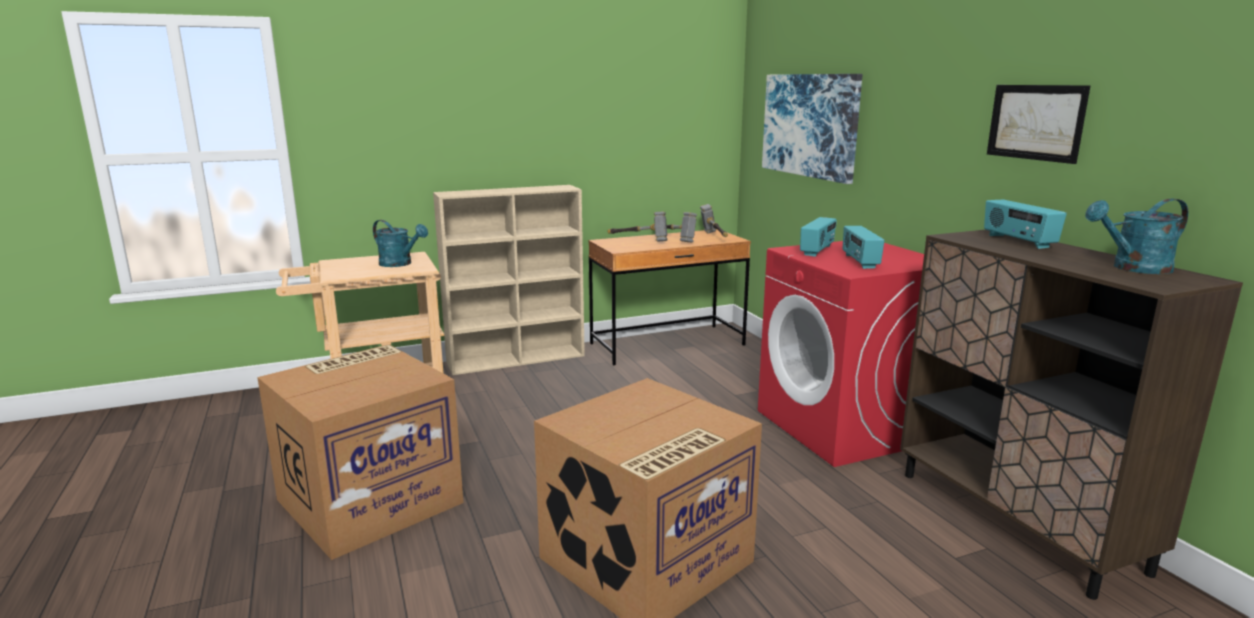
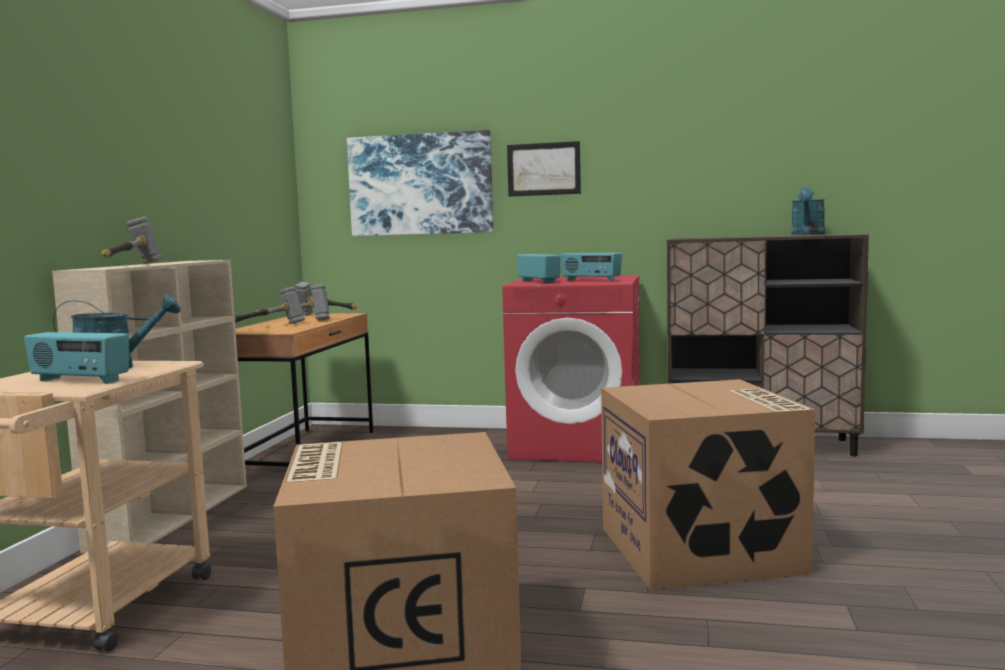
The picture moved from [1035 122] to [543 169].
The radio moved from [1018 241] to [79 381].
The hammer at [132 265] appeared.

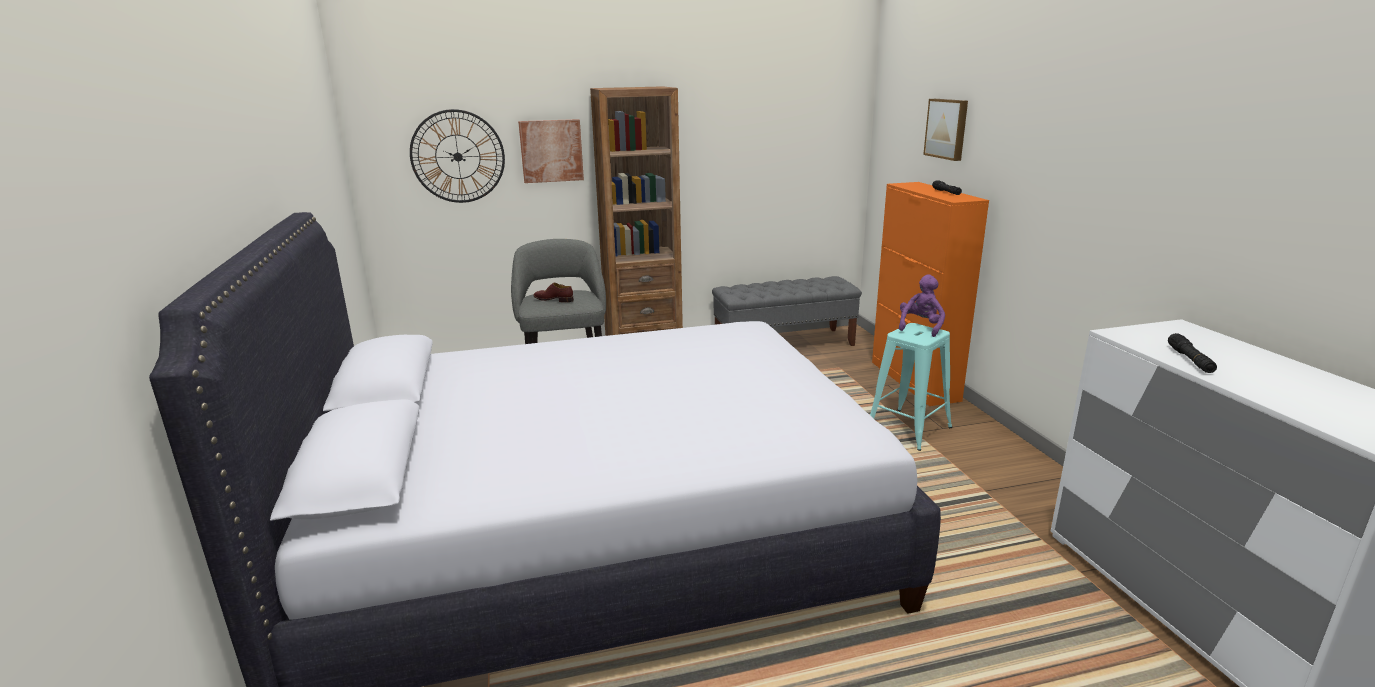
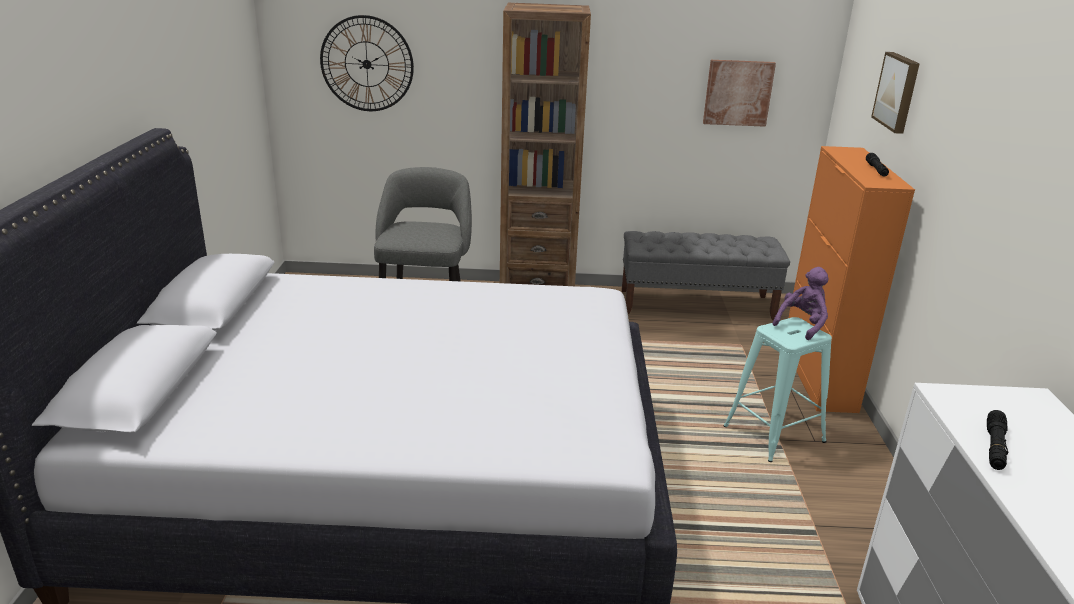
The picture moved from [551 151] to [738 93].
The brown shoe at [553 299] disappeared.

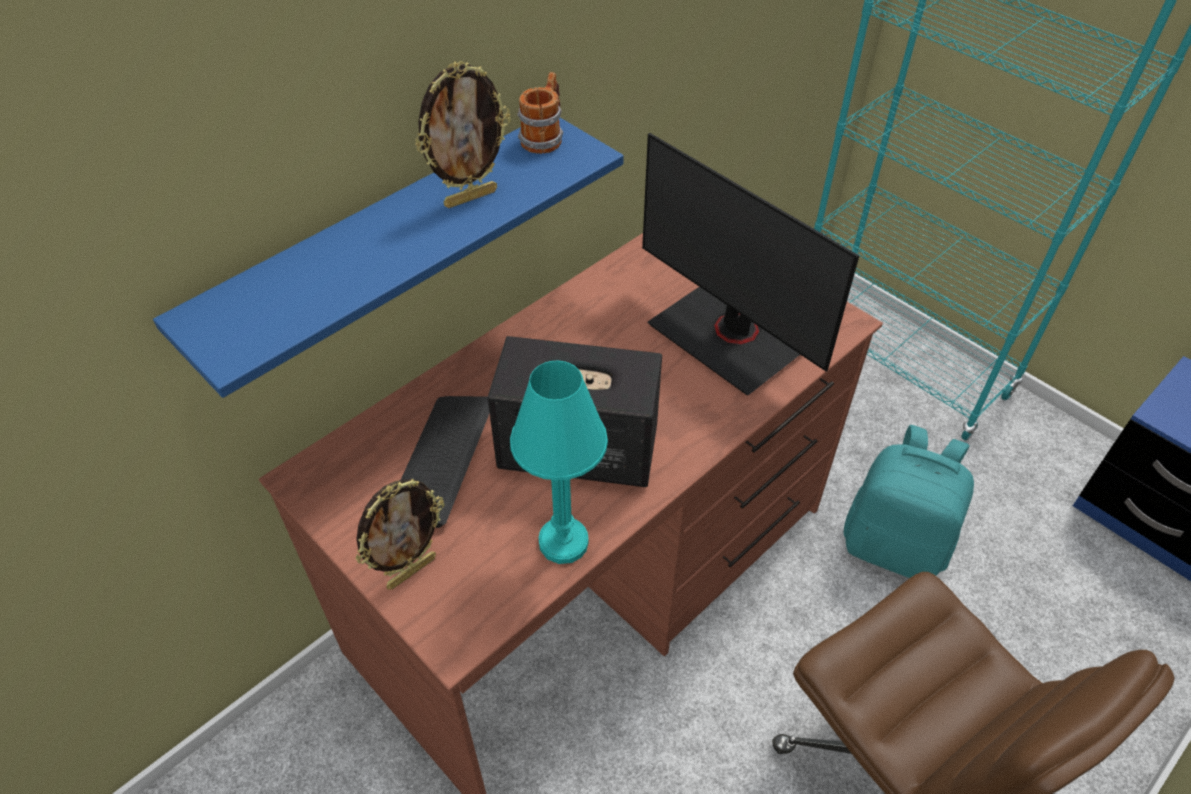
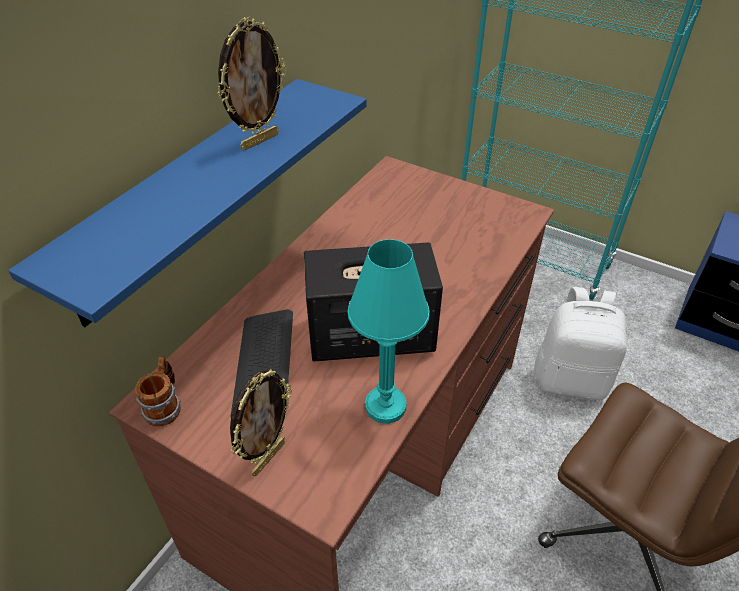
The mug moved from [545 137] to [165 405].
The monitor at [728 337] disappeared.
The turquoise backpack at [894 545] became the white backpack at [571 379].

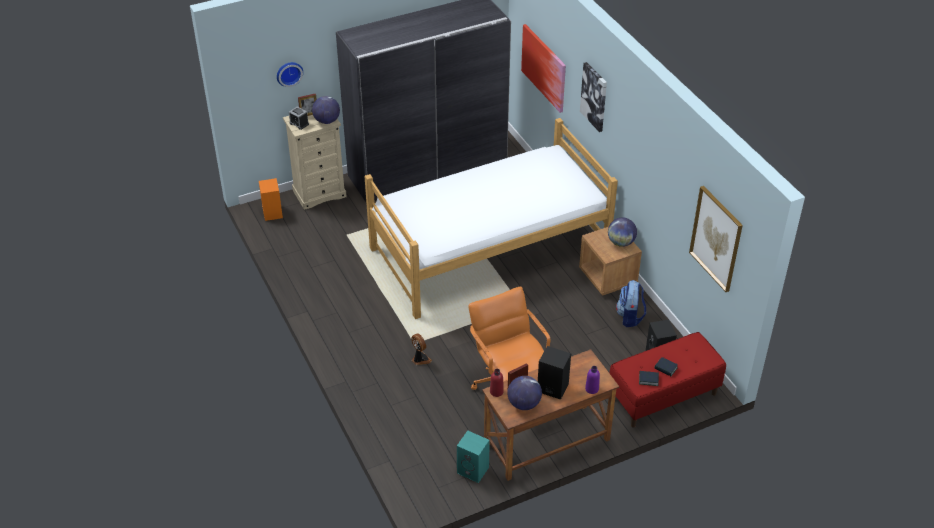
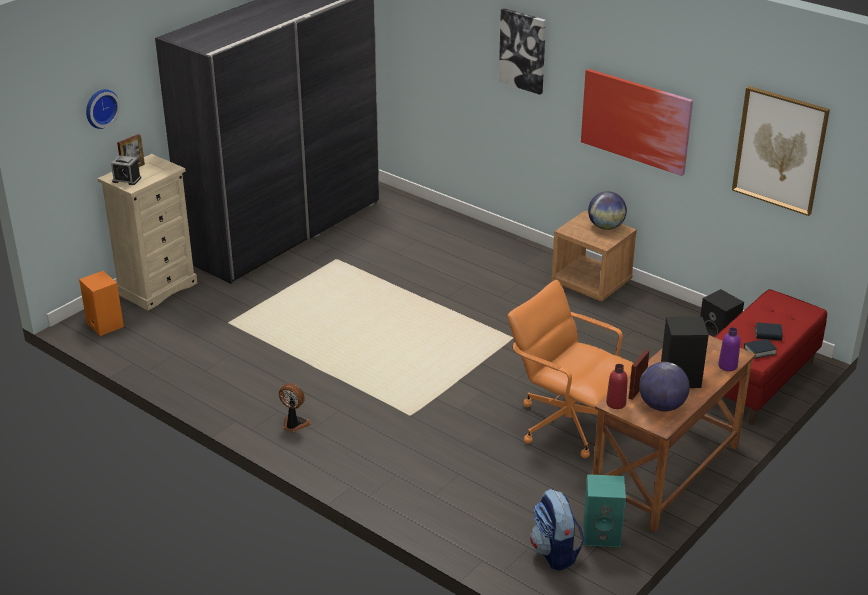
The picture moved from [544 67] to [636 120].
The globe at [327 121] disappeared.
The bed at [490 251] disappeared.
The backpack moved from [630 317] to [555 553].
The fan moved from [420 359] to [294 424].

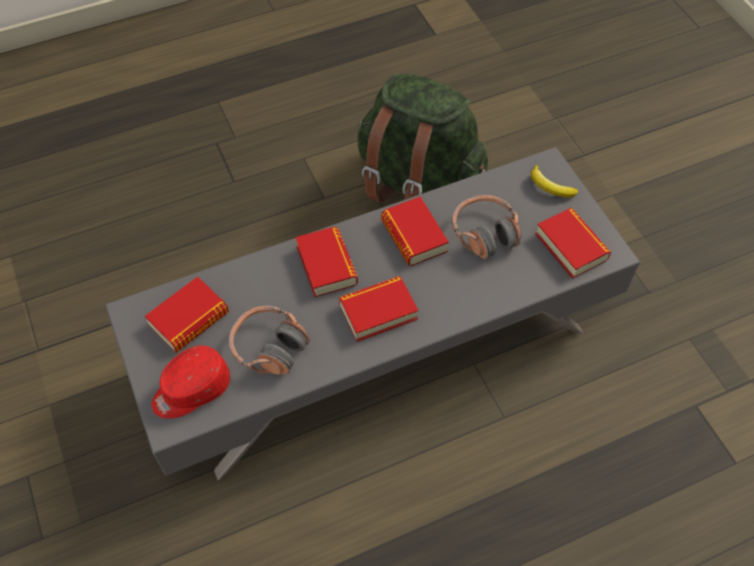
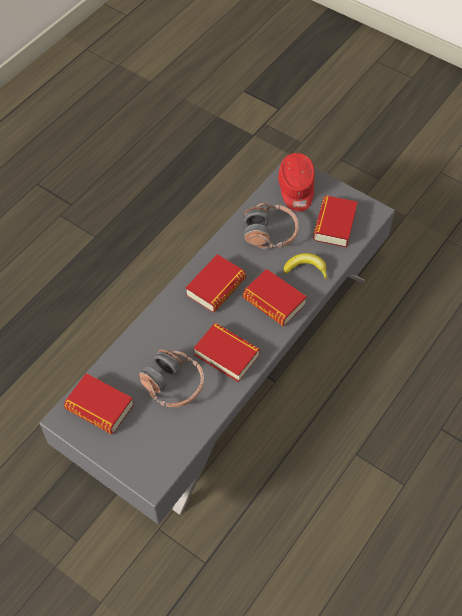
The green backpack at [417 181] disappeared.
The banana moved from [550 187] to [306 269].
The red cap at [191 390] turned 150 degrees clockwise.

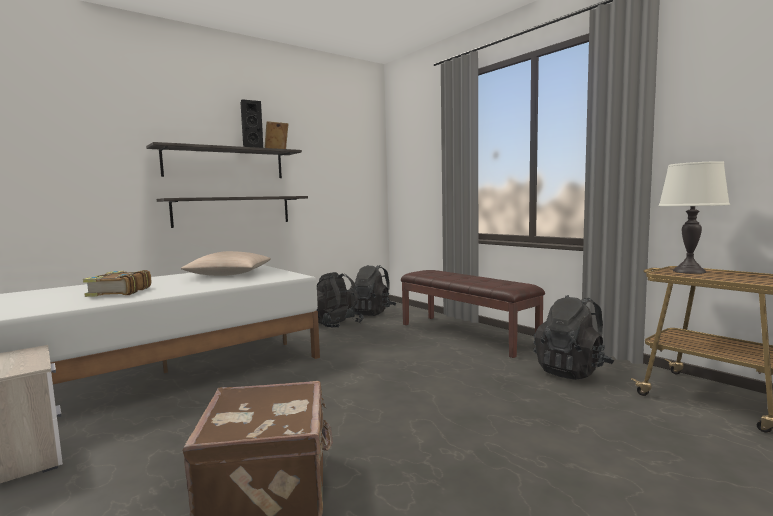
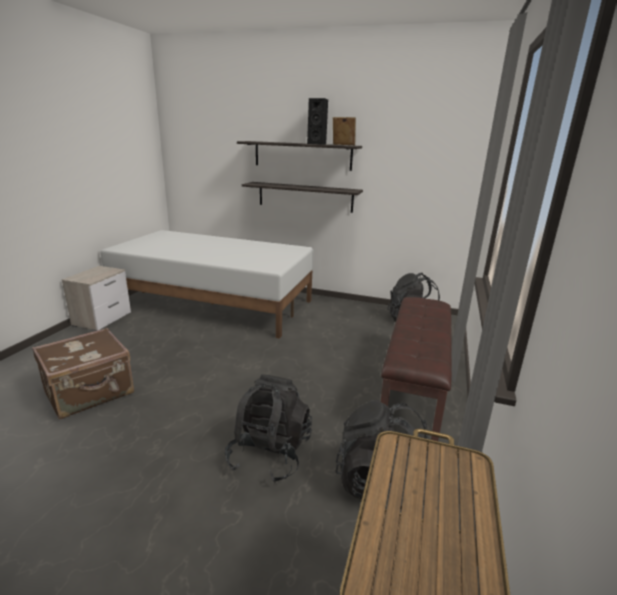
The white table lamp at [688 271] disappeared.
The beige pillow at [229 274] disappeared.
The book at [118 292] disappeared.
The black backpack moved from [336 325] to [269 454].

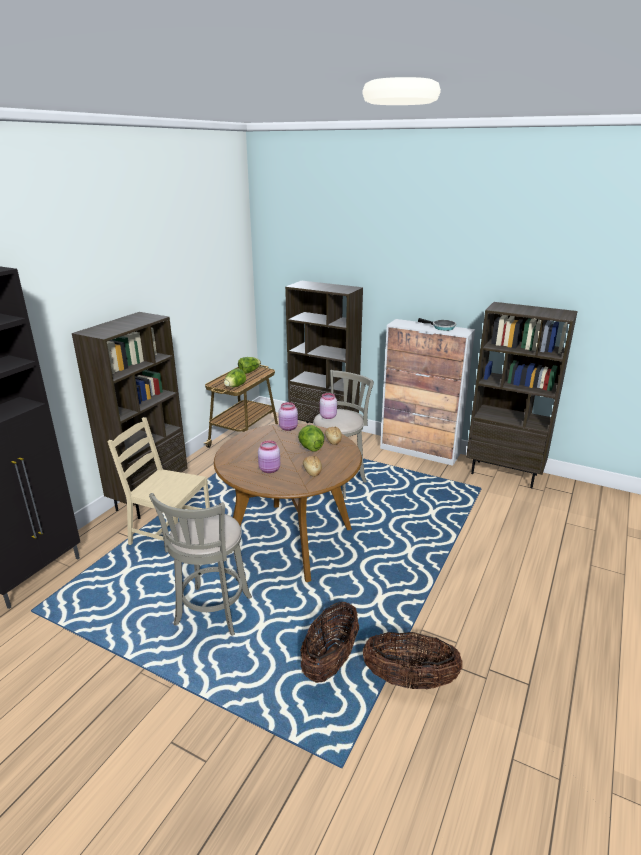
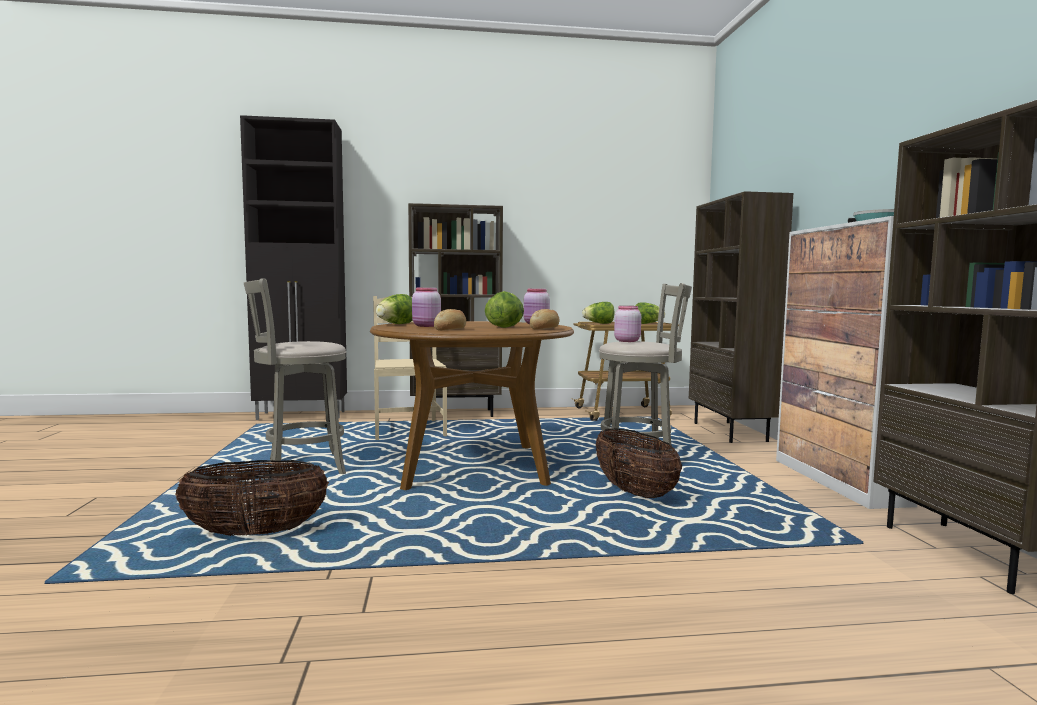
The basket moved from [409 680] to [634 492].
The lettuce at [396 324] appeared.

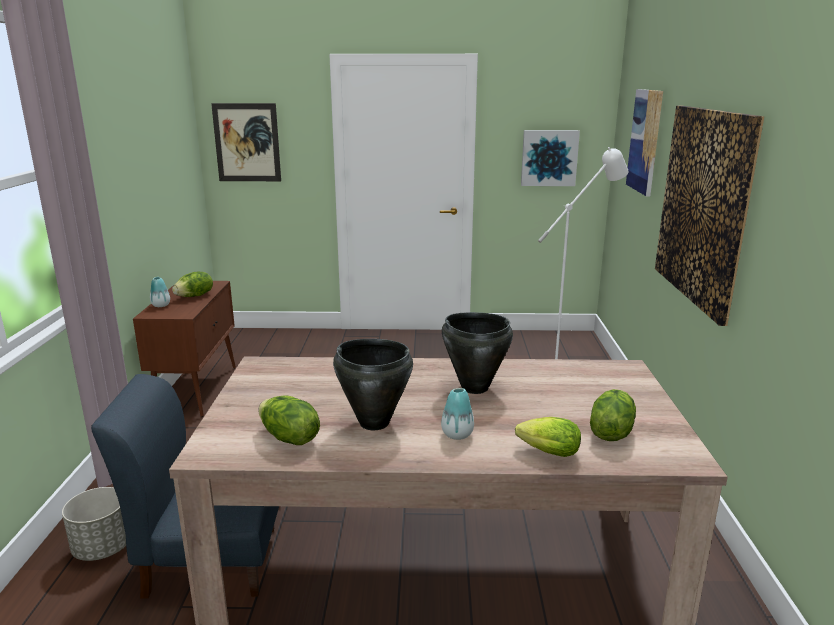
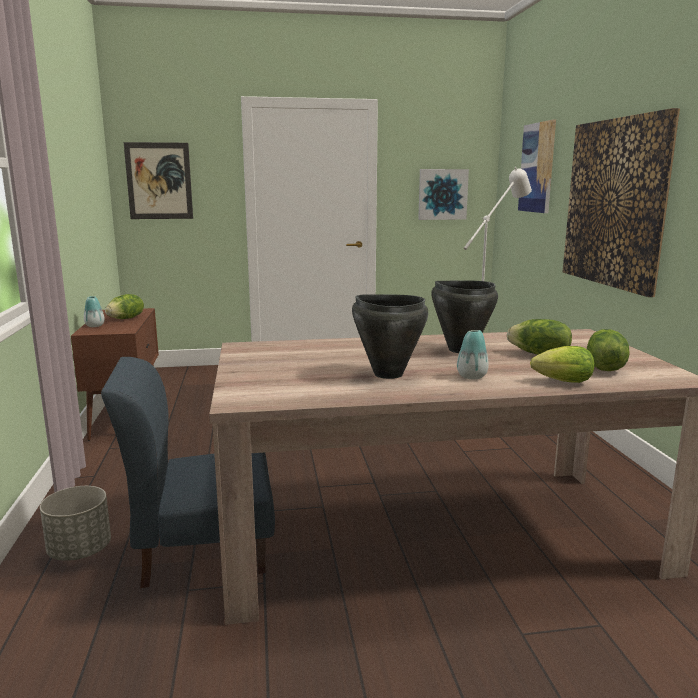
The lettuce moved from [289 438] to [539 355].

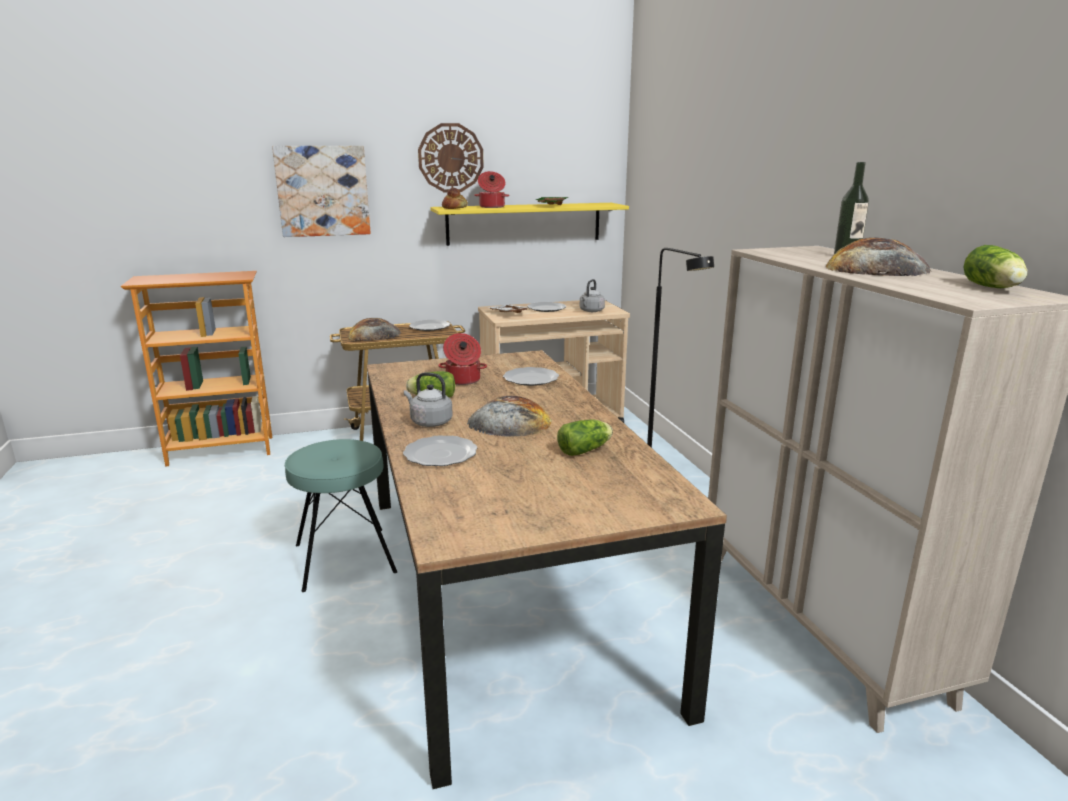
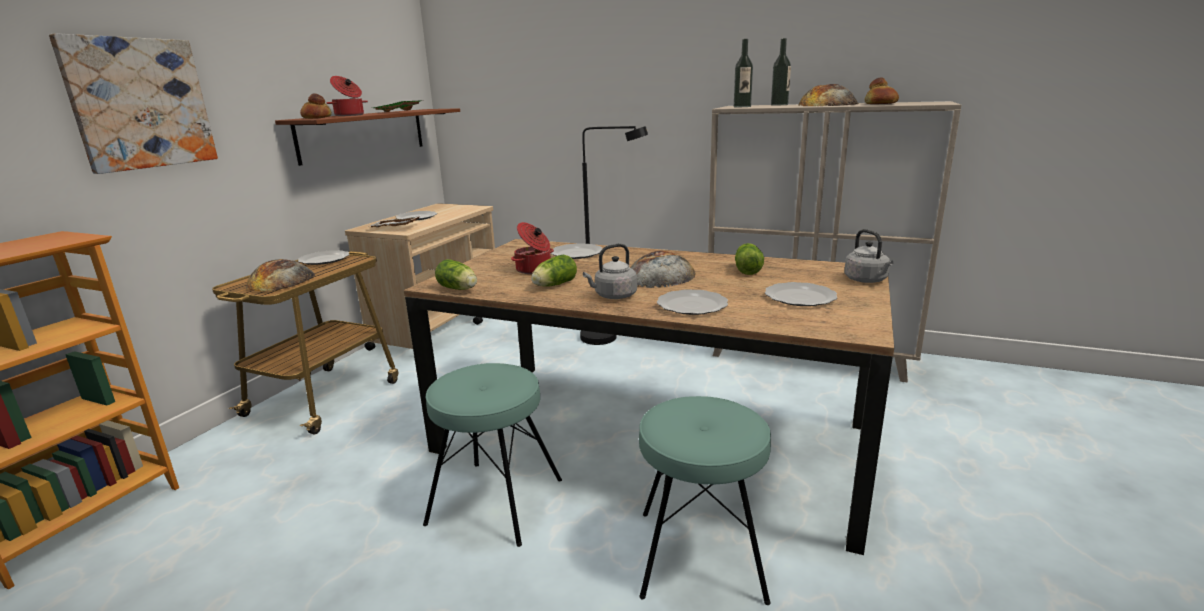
The wall clock at [450 158] disappeared.
The yellow shelf at [524 223] became the brown shelf at [364 134].
The lettuce moved from [993 288] to [459 289].
The grey kettle moved from [591 311] to [867 280].
The bottle at [742 107] appeared.
The bread at [880 104] appeared.
The plate at [800 297] appeared.
The turquoise stool at [700 554] appeared.

